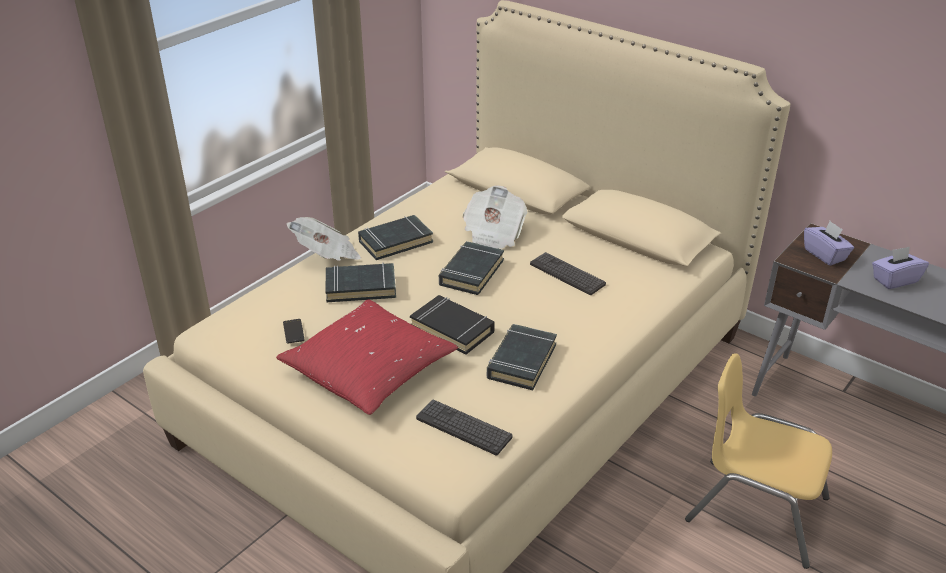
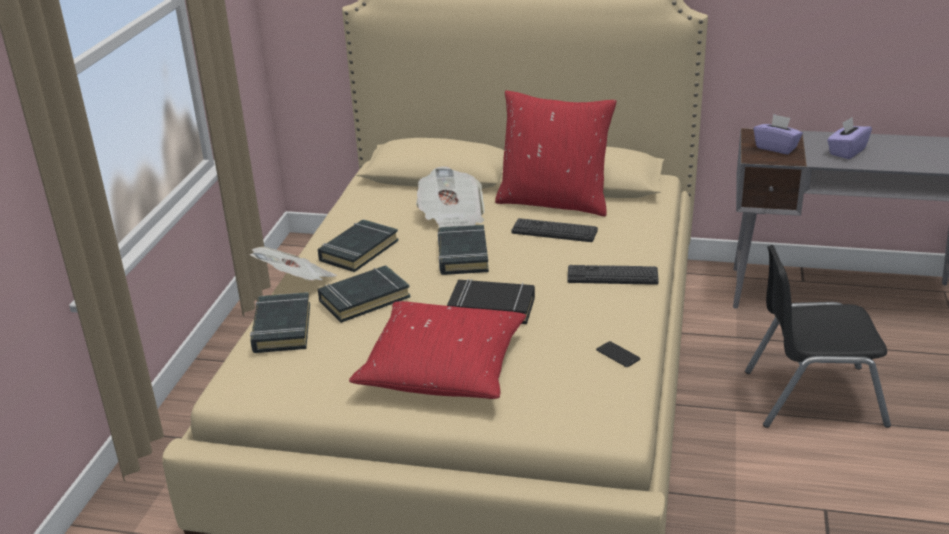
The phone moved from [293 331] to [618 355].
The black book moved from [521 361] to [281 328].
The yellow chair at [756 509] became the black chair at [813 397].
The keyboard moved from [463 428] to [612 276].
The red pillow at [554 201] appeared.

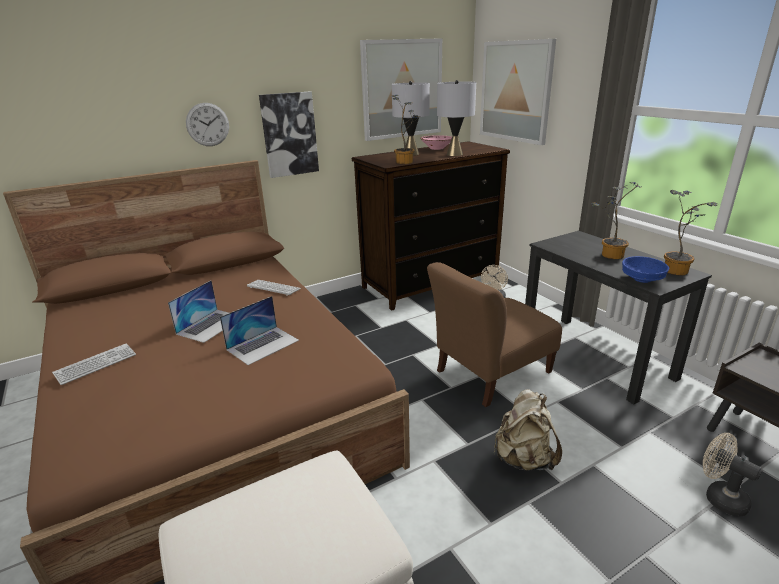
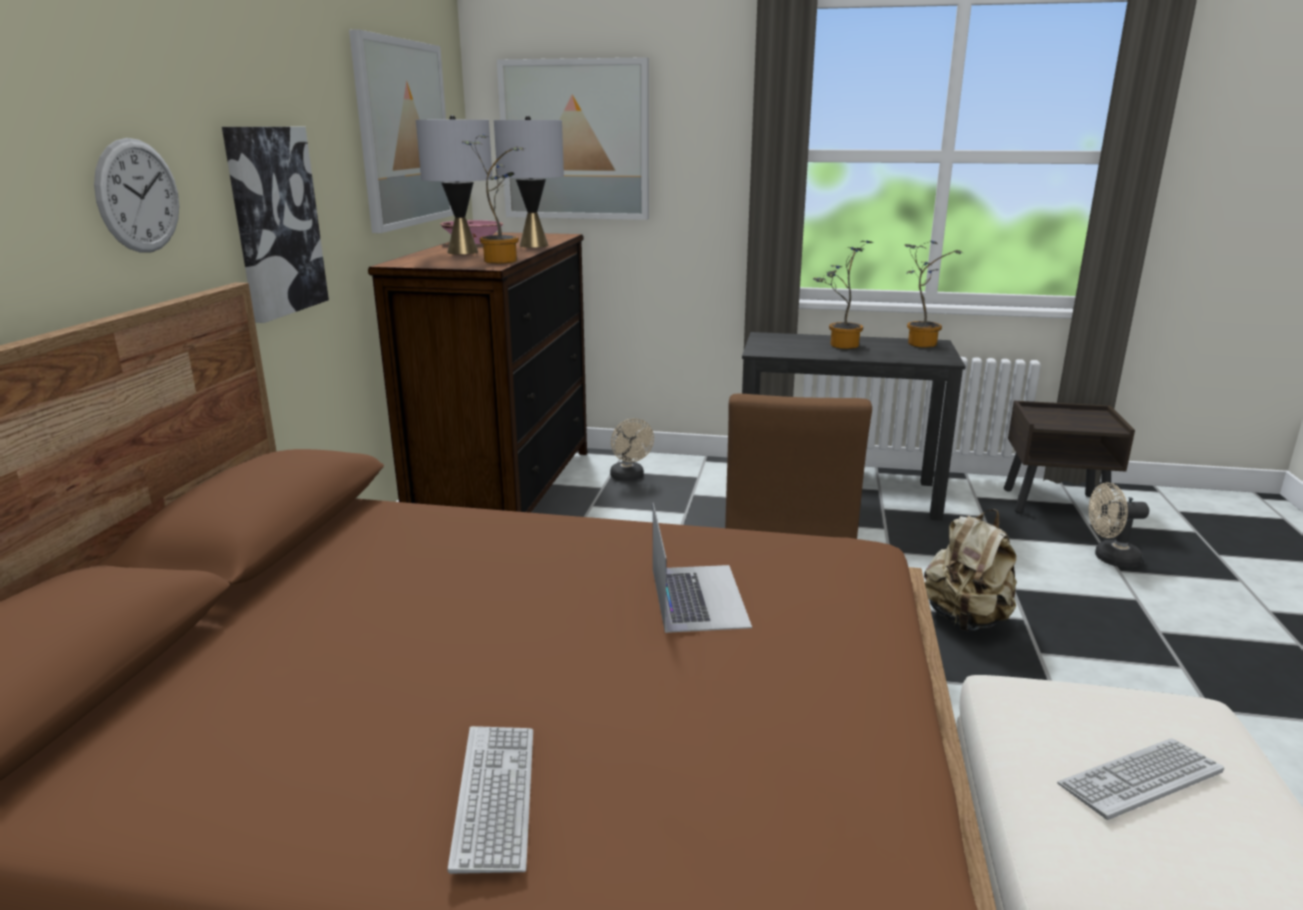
The blue bowl at [641 279] disappeared.
The keyboard moved from [273 288] to [1140 779].
The laptop at [211 325] disappeared.

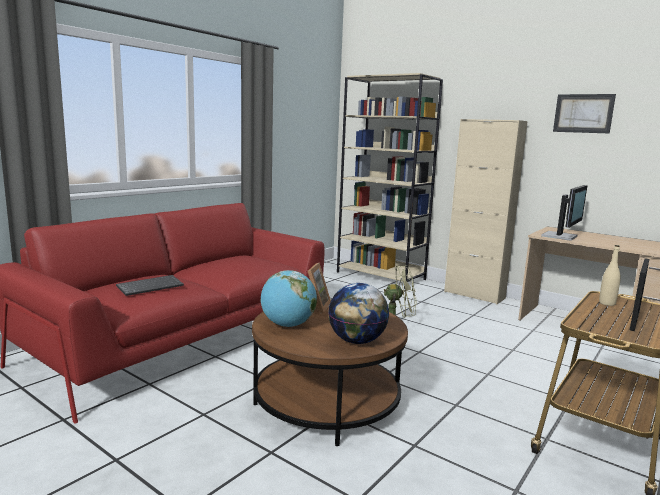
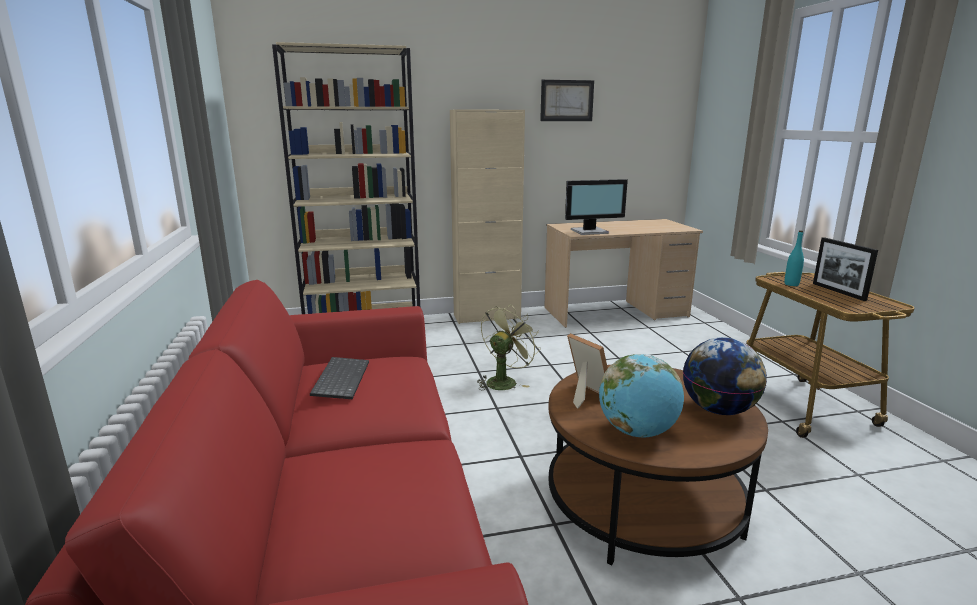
The monitor at [561 236] turned 90 degrees clockwise.
The beige bottle at [607 303] became the turquoise bottle at [791 284].
The keyboard moved from [150 286] to [340 379].

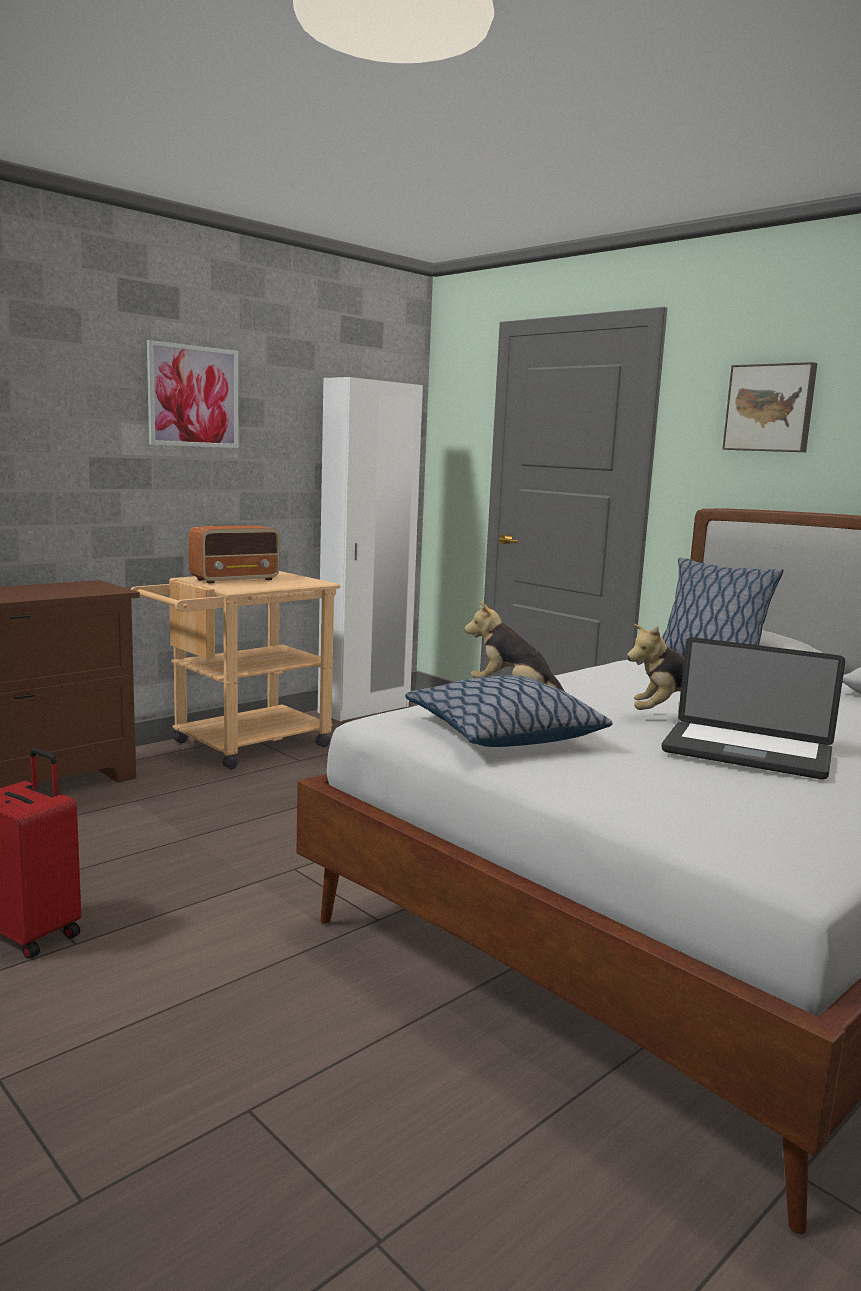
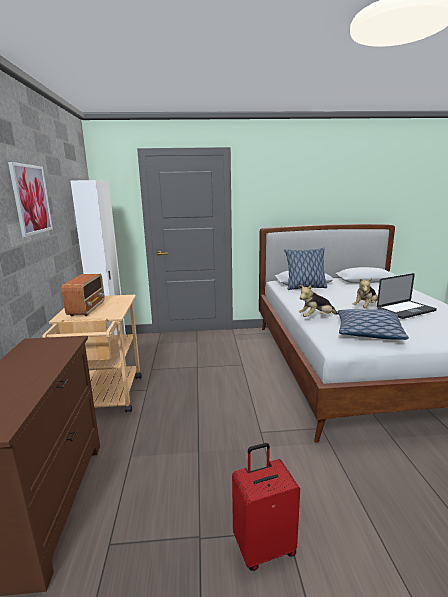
The picture at [770 408] disappeared.

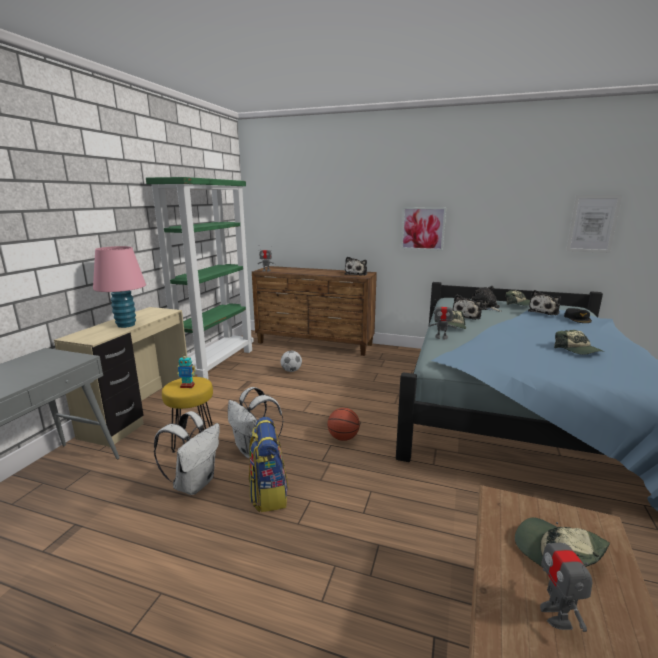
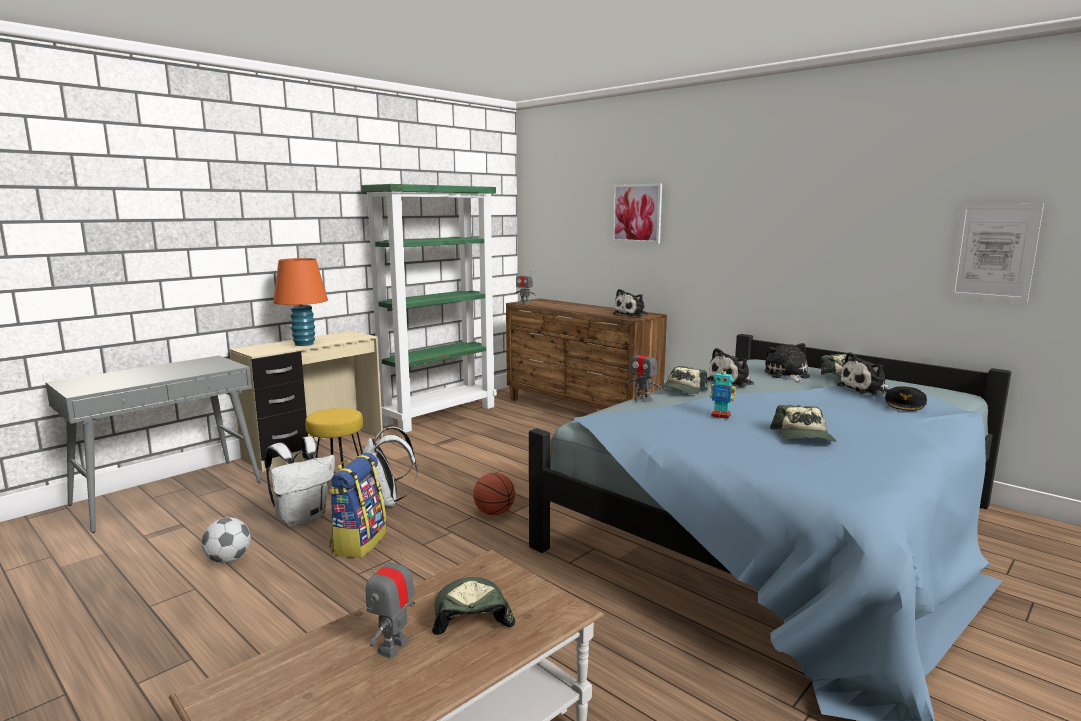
The picture moved from [423 228] to [637 213].
The pink table lamp at [126 325] became the orange table lamp at [304 344].
The football moved from [291 371] to [228 560].
The toy robot moved from [187 386] to [720 416].

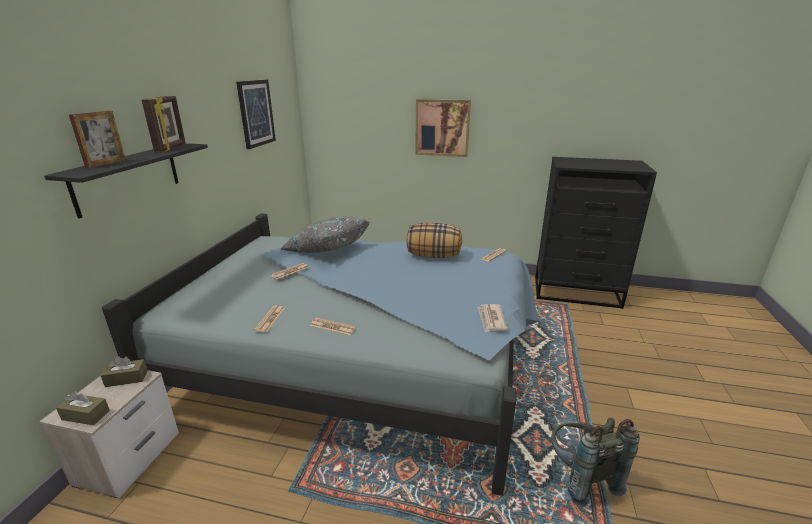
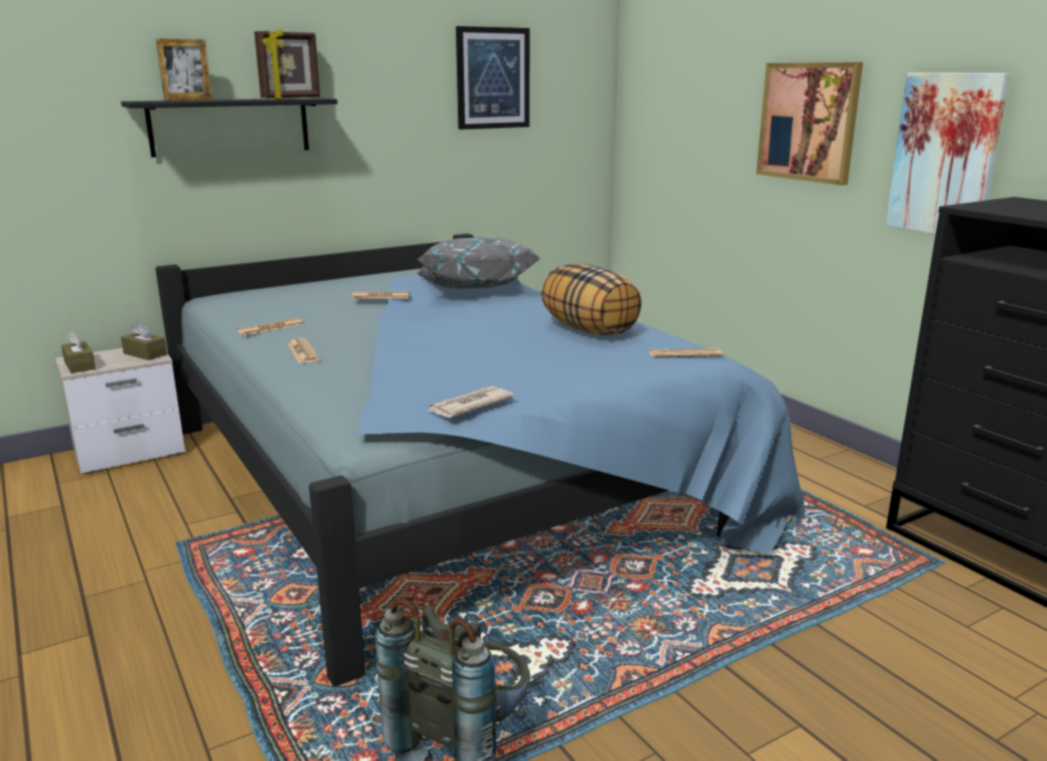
The picture at [945 154] appeared.

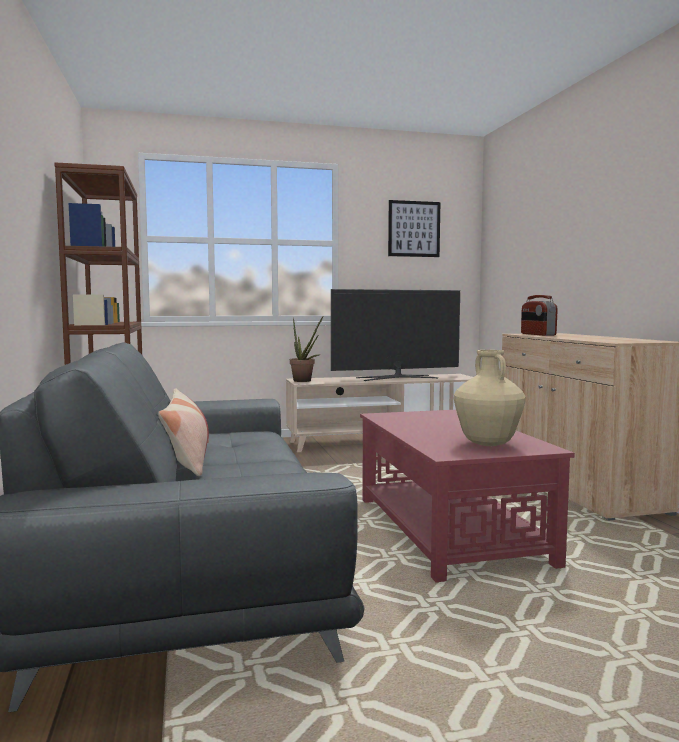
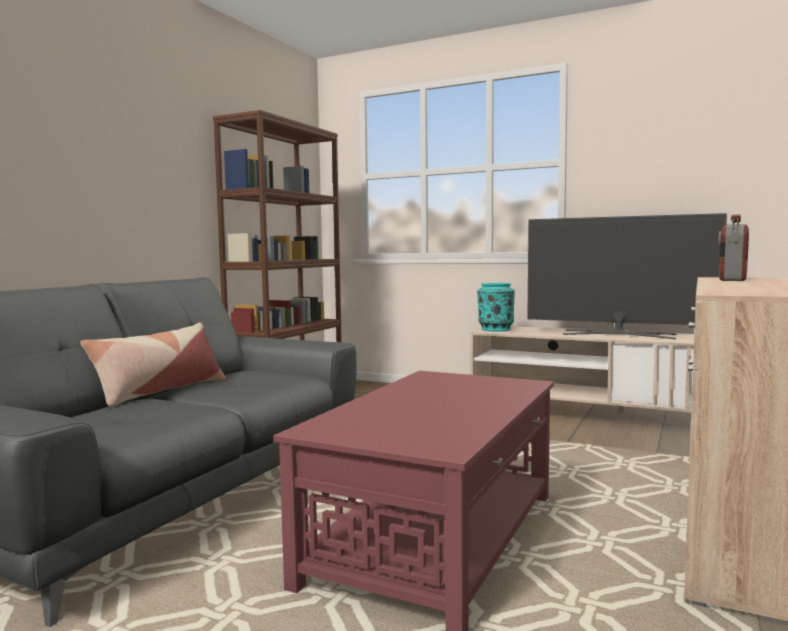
The picture at [414 229] disappeared.
The potted plant at [305 381] was replaced by the turquoise vase at [495 329].
The beige vase at [488 444] disappeared.

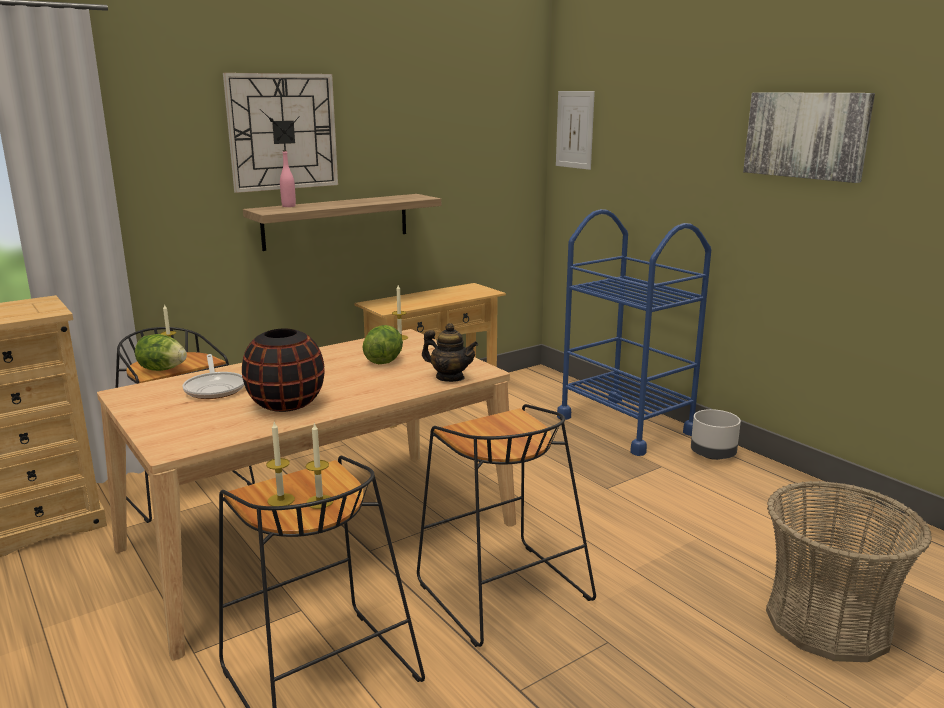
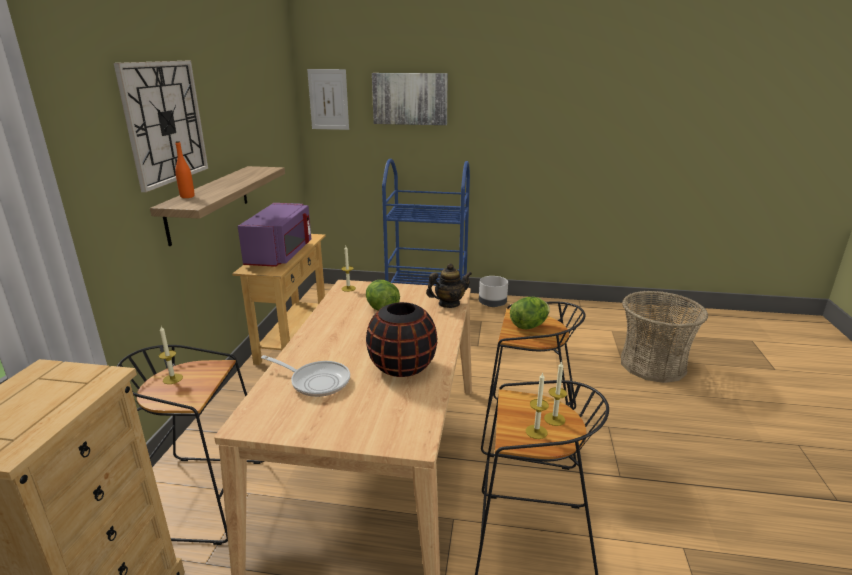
The picture moved from [806 135] to [410 99].
The pink bottle at [288 206] became the orange bottle at [187 196].
The lettuce moved from [162 369] to [529 326].
The purple microwave at [281 254] appeared.

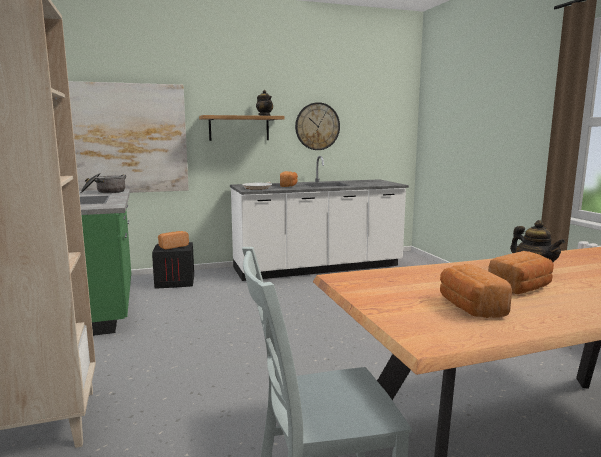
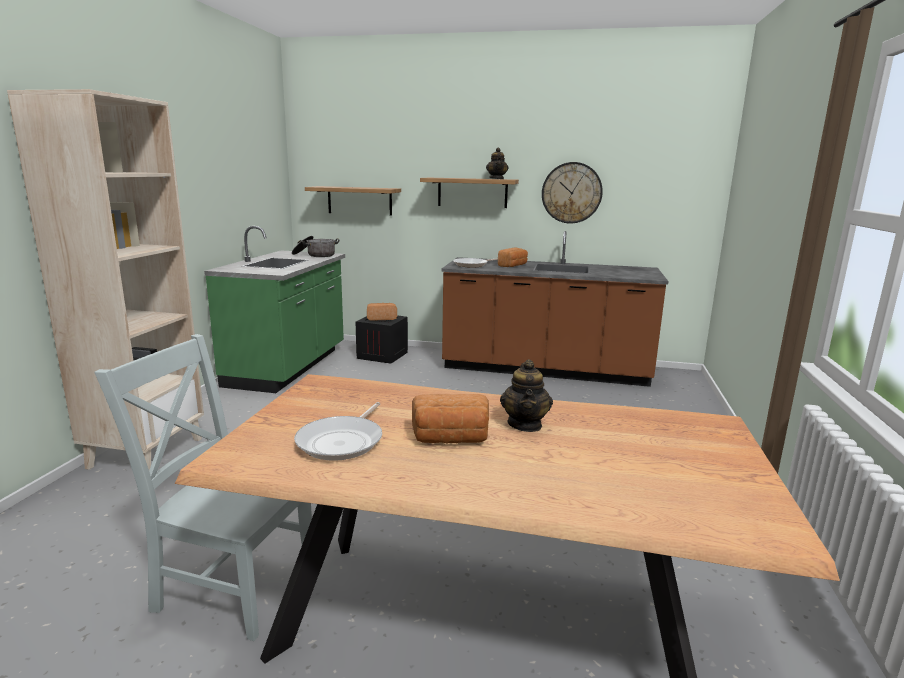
The picture at [131 138] was replaced by the shelf at [359 200].
The white counter at [318 268] became the brown counter at [545 369].
The bread at [469 307] was replaced by the frying pan at [343 441].

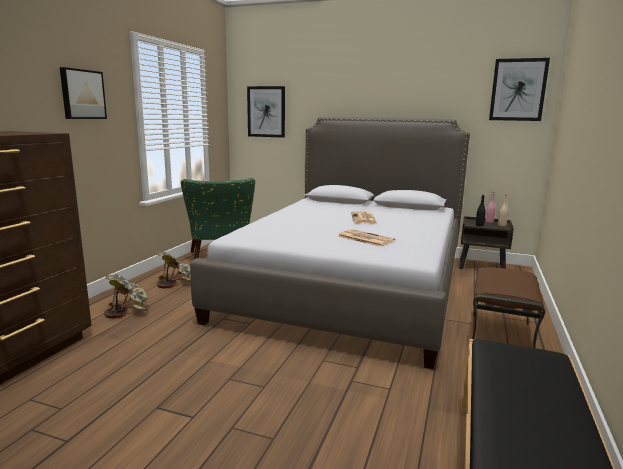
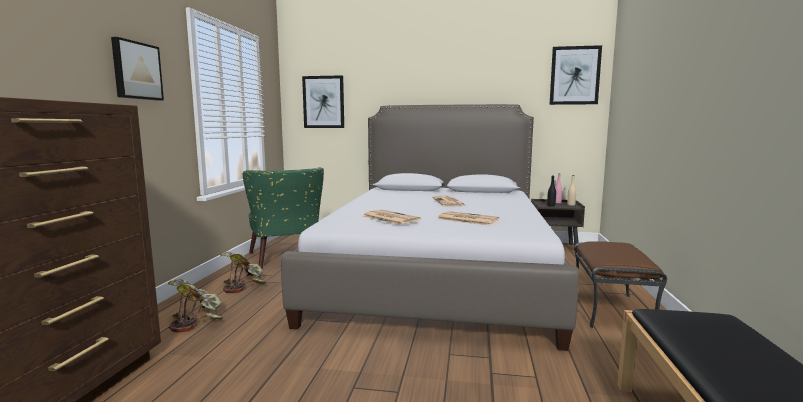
The newspaper at [389 218] appeared.

